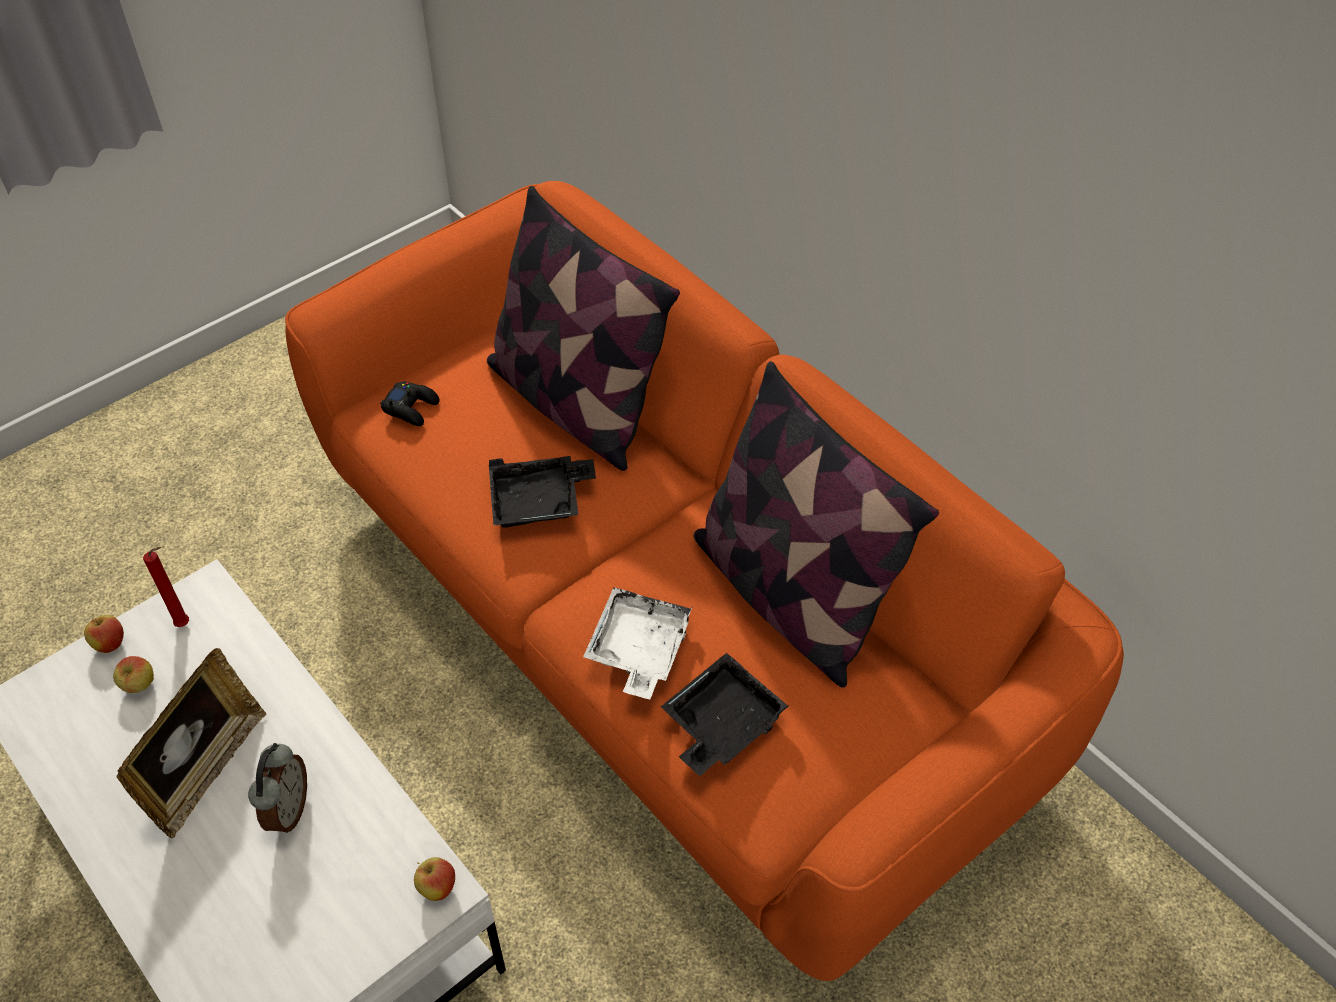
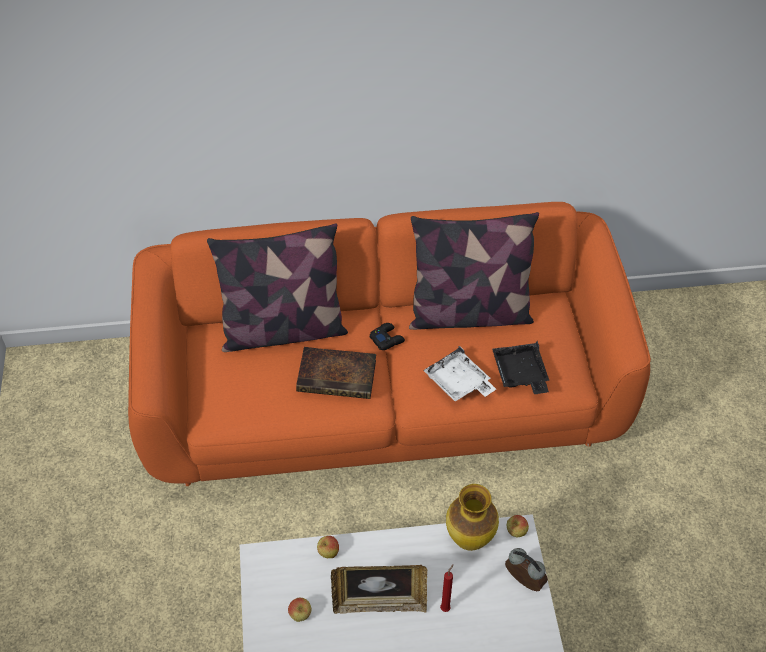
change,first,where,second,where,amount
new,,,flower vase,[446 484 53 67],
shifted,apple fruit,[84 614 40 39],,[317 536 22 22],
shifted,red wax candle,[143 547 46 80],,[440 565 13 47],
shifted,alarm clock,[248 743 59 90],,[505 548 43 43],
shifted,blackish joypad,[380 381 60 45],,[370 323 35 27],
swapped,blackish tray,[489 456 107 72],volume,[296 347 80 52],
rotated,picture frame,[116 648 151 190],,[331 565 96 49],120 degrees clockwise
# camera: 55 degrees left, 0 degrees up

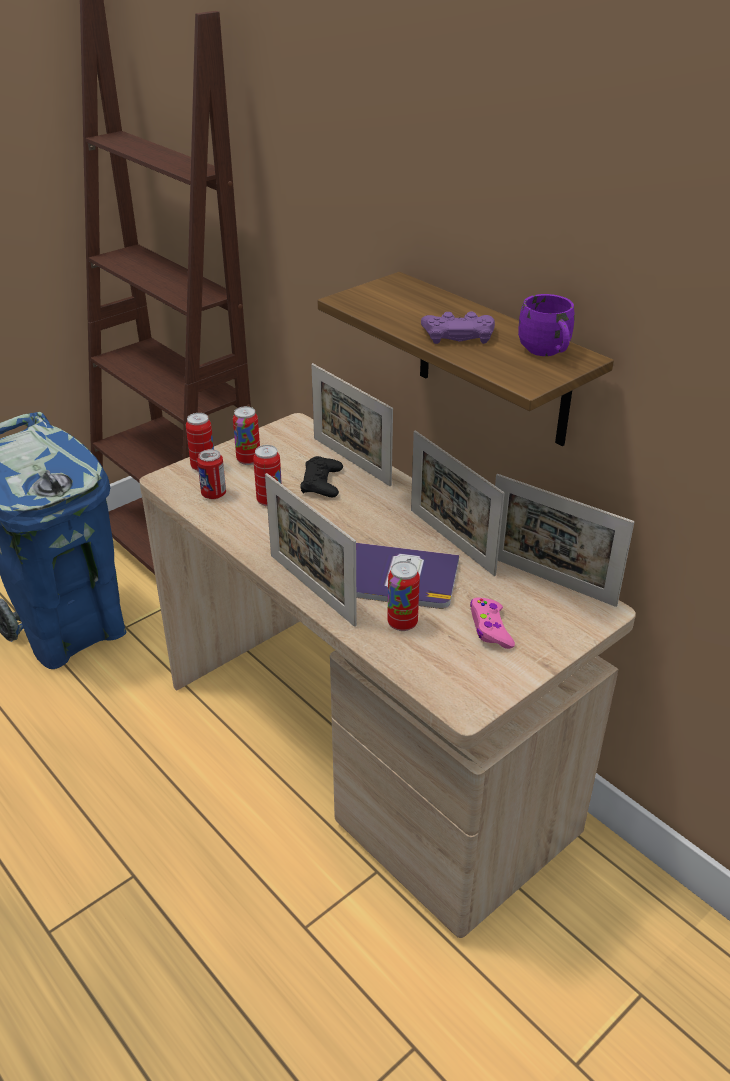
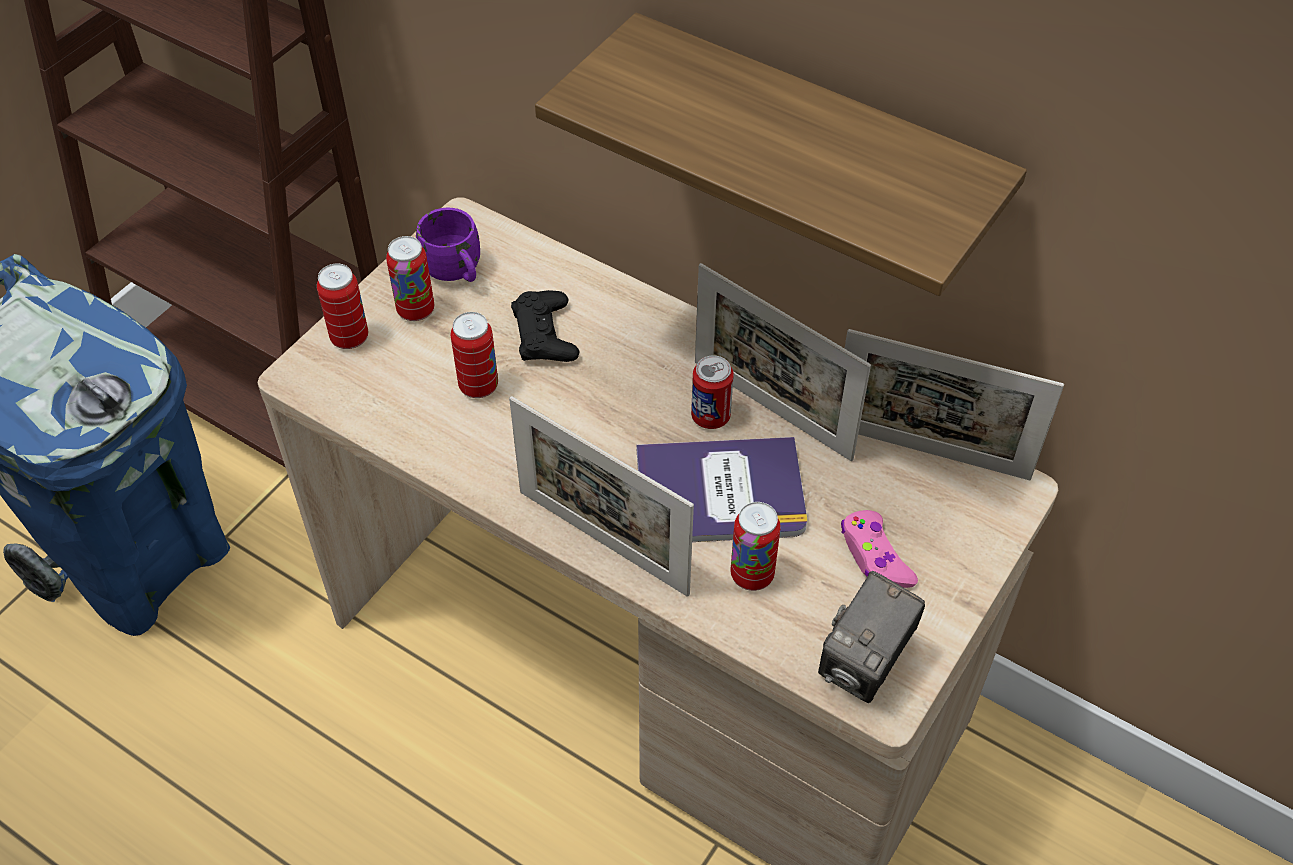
change,first,where,second,where,amount
gone,picture frame,[311 363 82 123],,,
gone,purple-coloured joypad,[421 312 74 32],,,
new,,,photo camera,[818 571 107 132],
shifted,metal can,[197 449 29 50],,[691 355 43 74],
shifted,purple-coloured coffee mug,[518 294 57 62],,[416 208 64 74],
# camera: 15 degrees left, 15 degrees up

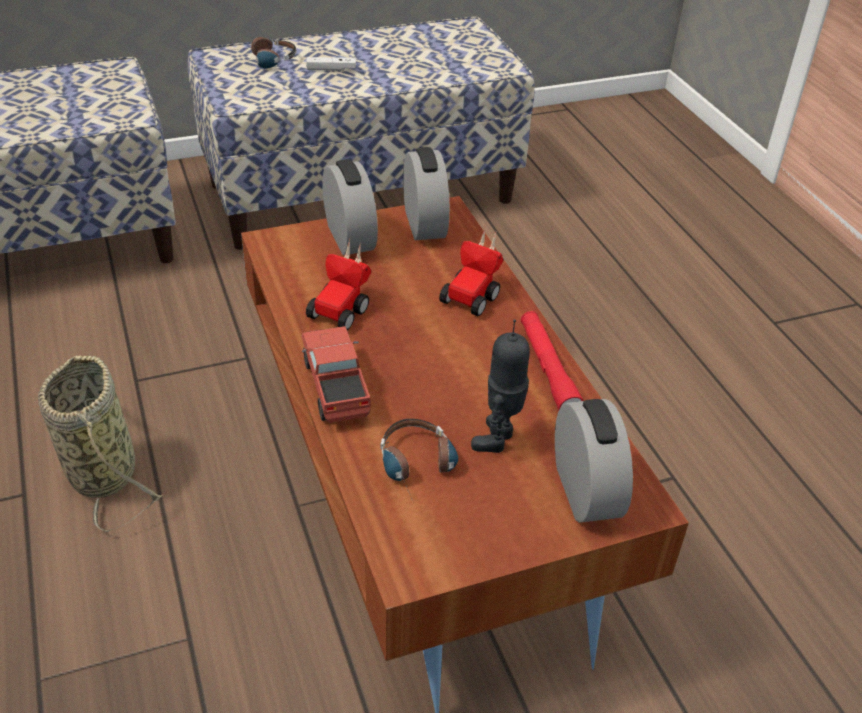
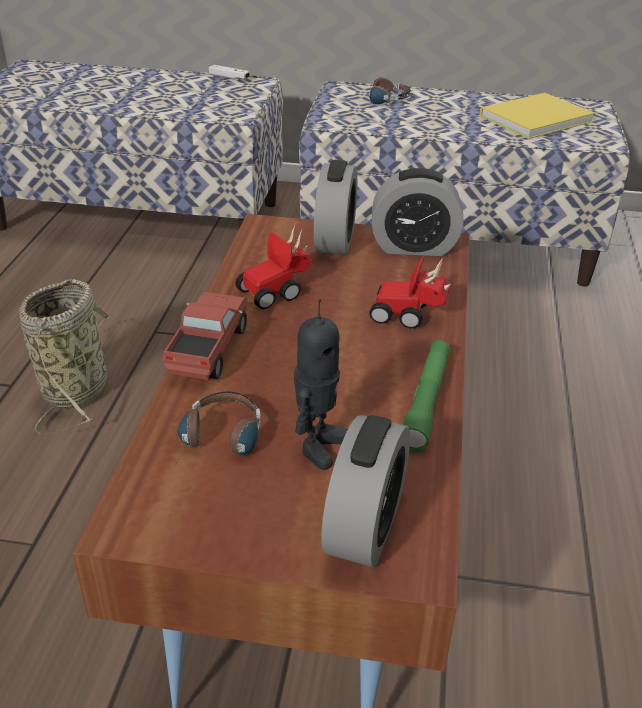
change,first,where,second,where,amount
new,,,yellow volume,[480 93 115 46],
shifted,white joypad,[306 57 50 14],,[209 65 41 15],
repainted,red torch,[521 311 63 99],green torch,[402 340 48 112],
rotated,alarm clock,[403 147 47 93],,[372 168 91 88],75 degrees clockwise
rotated,model car,[439 227 64 89],,[369 256 82 72],45 degrees clockwise
rotated,toy robot,[471 319 59 134],,[294 299 53 171],150 degrees clockwise
# camera: 30 degrees right, 5 degrees down

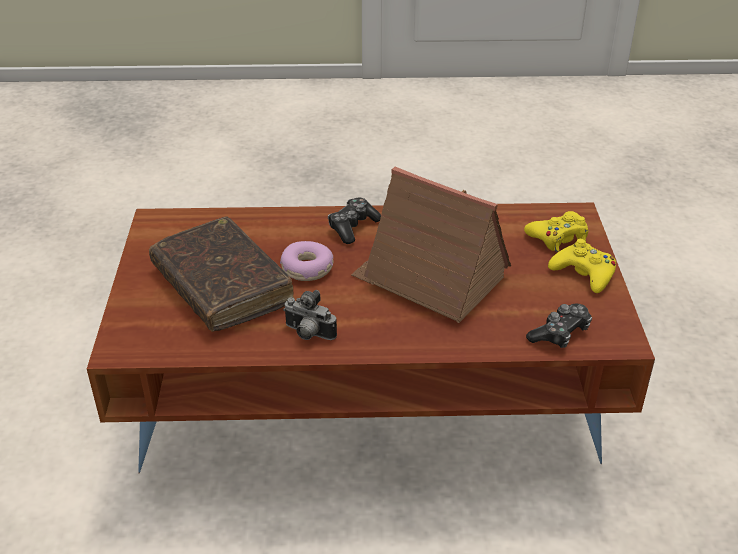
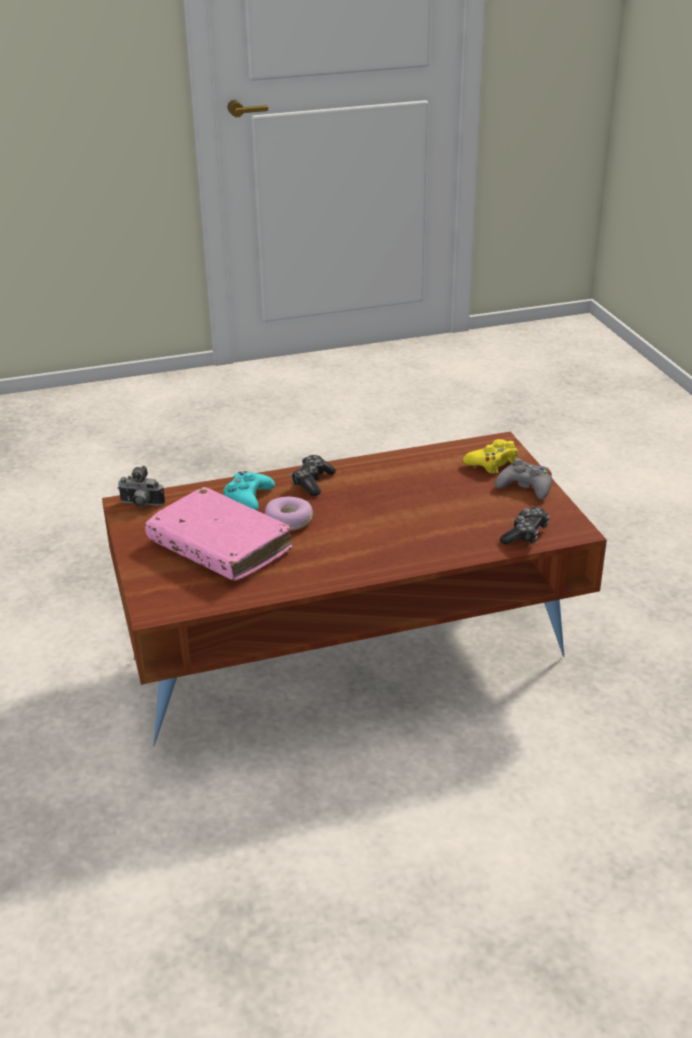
change,first,where,second,where,amount
gone,miniature house,[351 167 160 156],,,
new,,,turquoise joypad,[223 471 52 40],
shifted,photo camera,[283 290 54 50],,[118 466 47 41],
repainted,brown-coloured volume,[149 217 145 115],pink-coloured volume,[145 487 147 94],
repainted,yellow joypad,[548 239 68 54],grey joypad,[495 458 57 42],
# camera: 15 degrees left, 5 degrees down

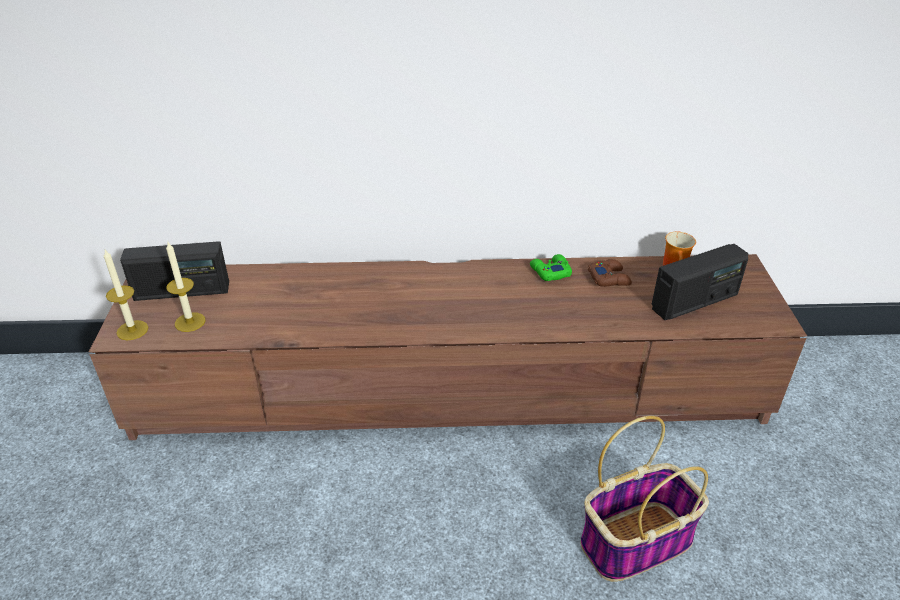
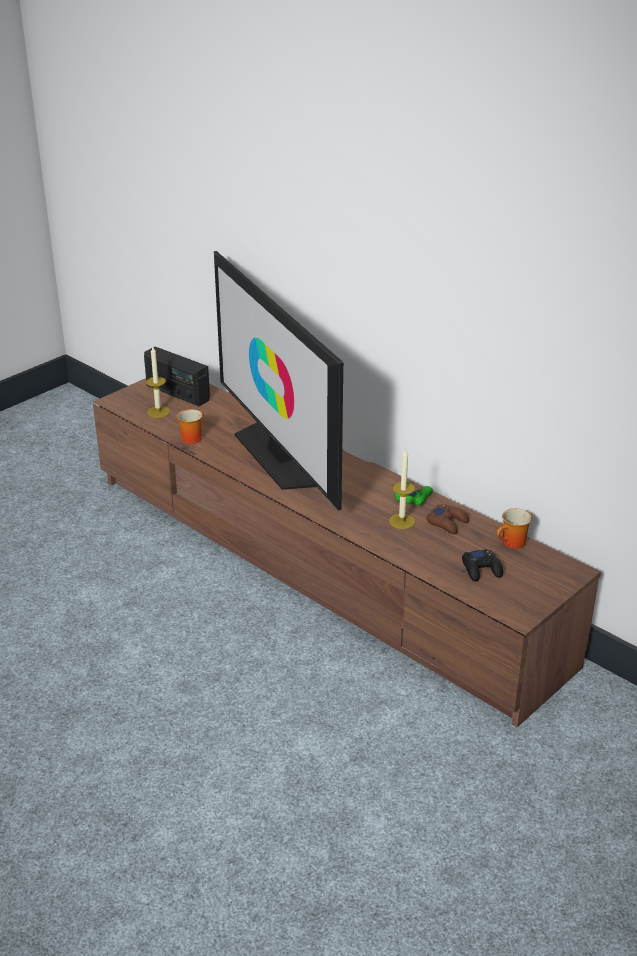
change,first,where,second,where,amount
gone,storage basket,[580 416 129 166],,,
new,,,coffee mug,[177 409 27 35],
new,,,TV,[214 251 129 259],
shifted,wax candle,[104 250 45 90],,[389 449 26 80],
swapped,radio set,[652 244 97 76],blackish joypad,[462 549 41 33],
# camera: 45 degrees right, 5 degrees down

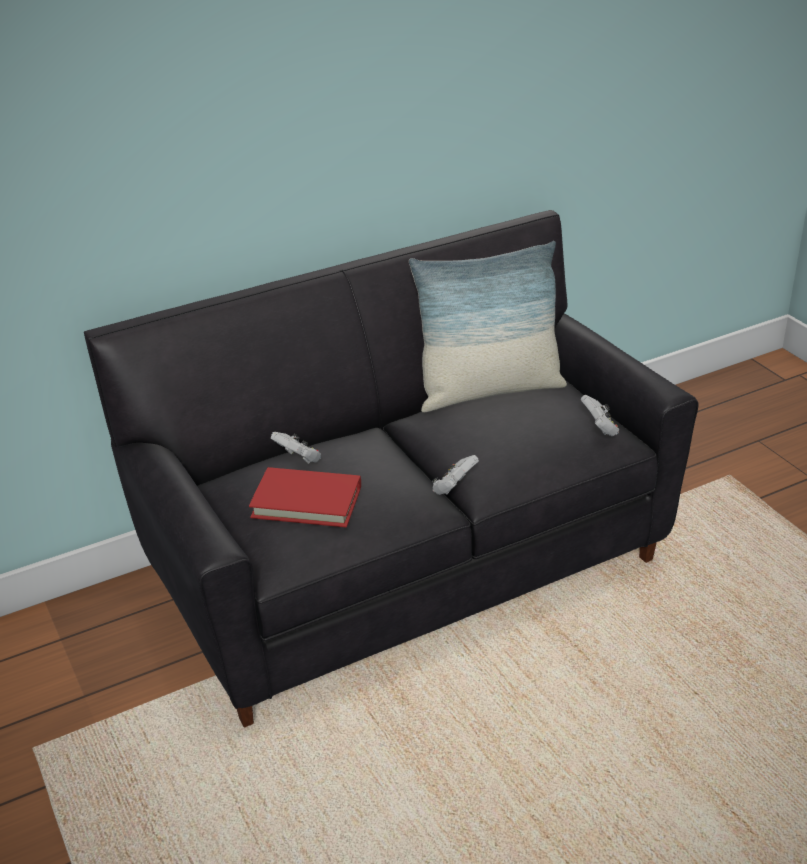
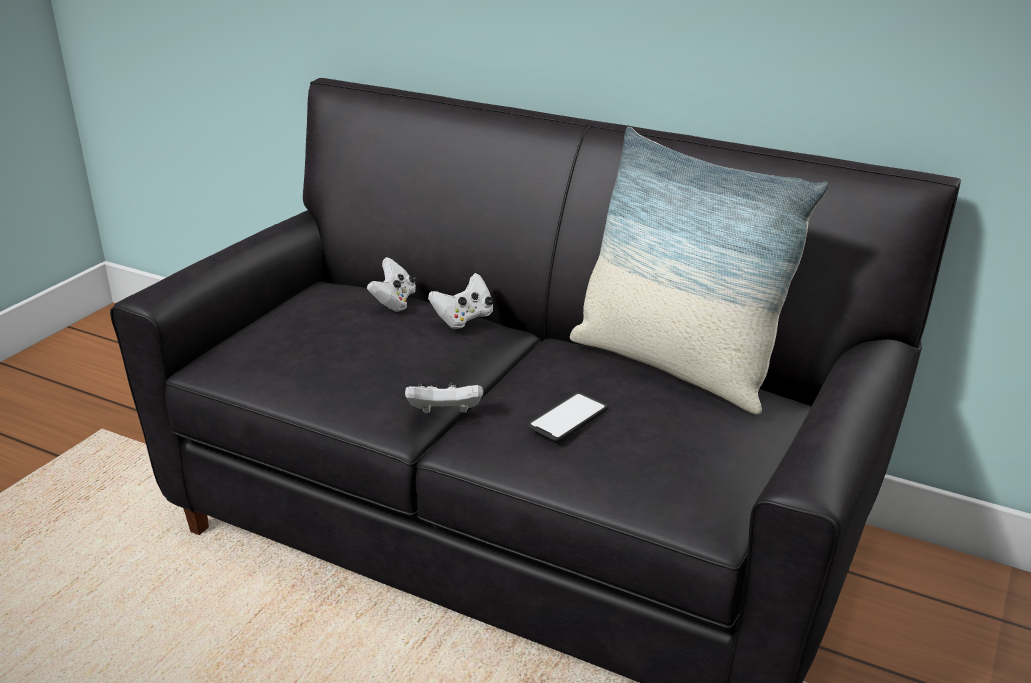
change,first,where,second,where,amount
gone,red volume,[249 467 112 60],,,
new,,,phone,[527 392 81 49],
shifted,white joypad,[581 395 38 41],,[428 273 65 56],
# camera: 55 degrees right, 5 degrees down

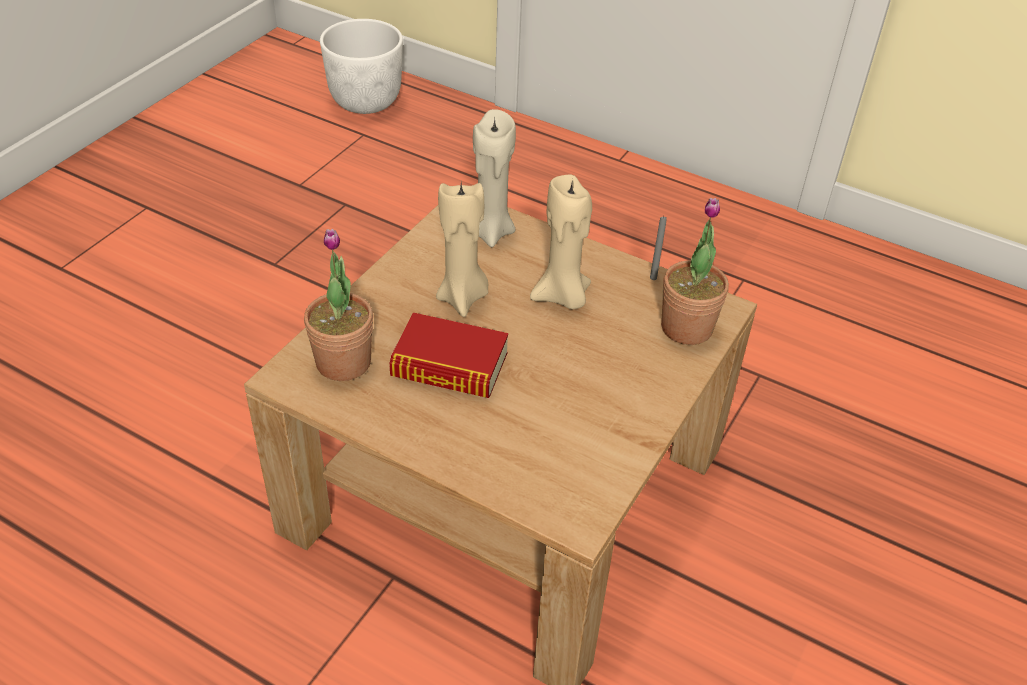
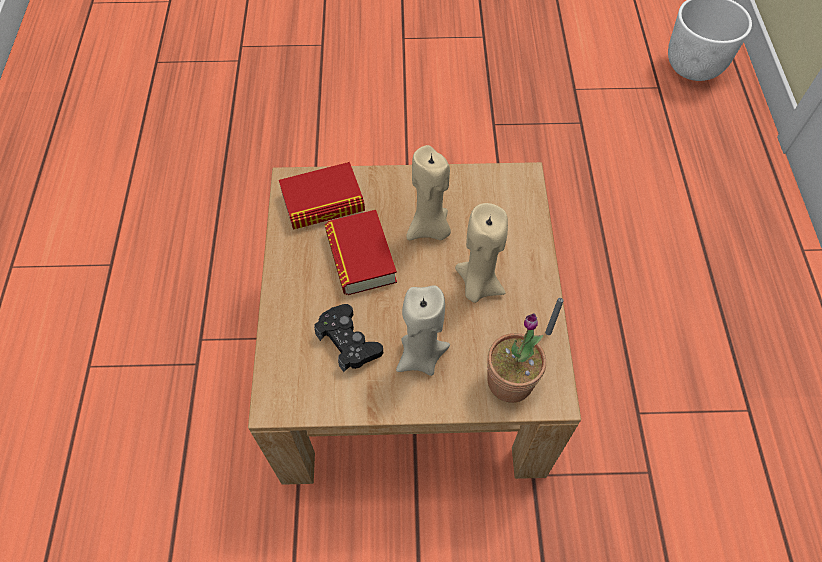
change,first,where,second,where,amount
new,,,blackish joypad,[314 304 69 68],
shifted,sand-coloured wax candle,[473 109 43 138],,[396 285 54 91],
swapped,plant in a pot,[304 229 69 152],volume,[279 162 86 68],
# camera: 60 degrees right, 15 degrees up

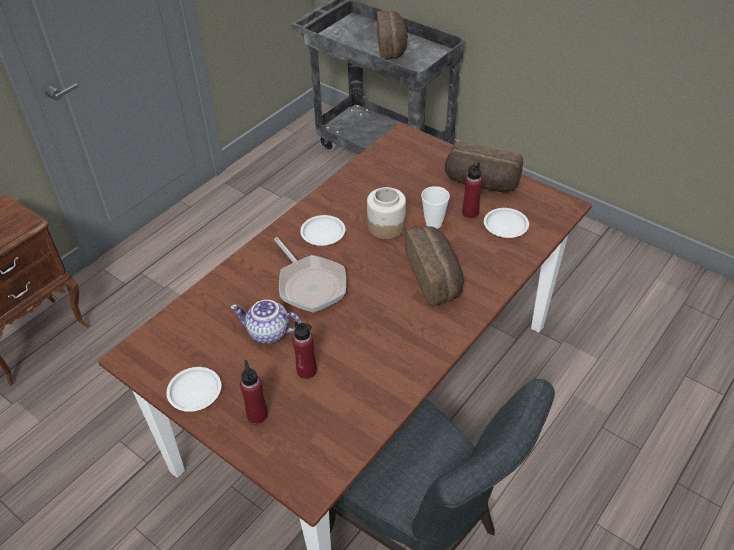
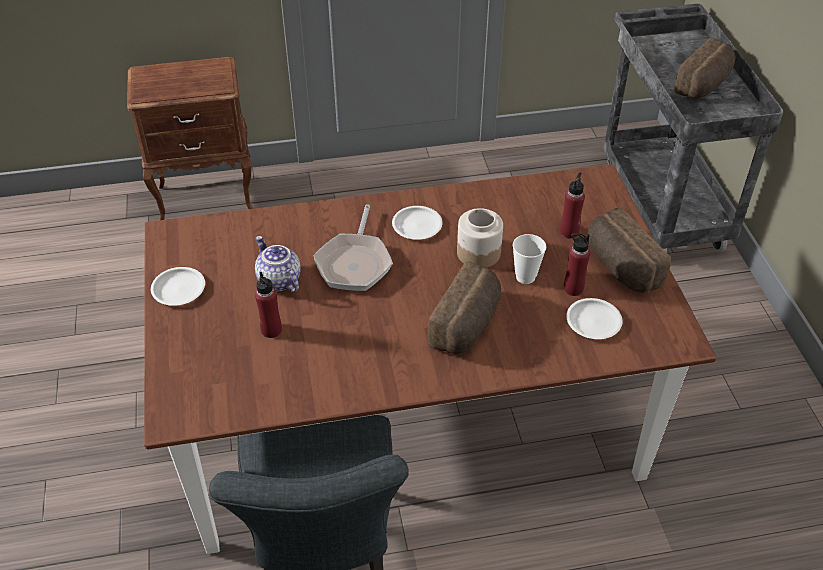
change,first,where,second,where,amount
shifted,red beverage bottle,[240 360 28 64],,[560 173 25 65],
# camera: 40 degrees right, 0 degrees up

